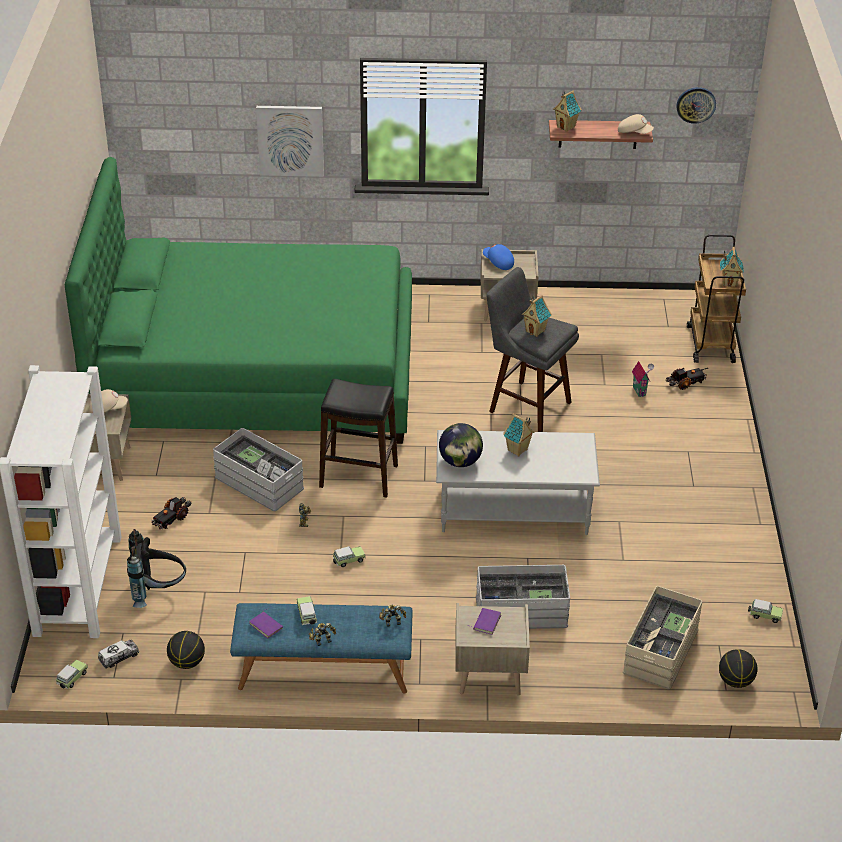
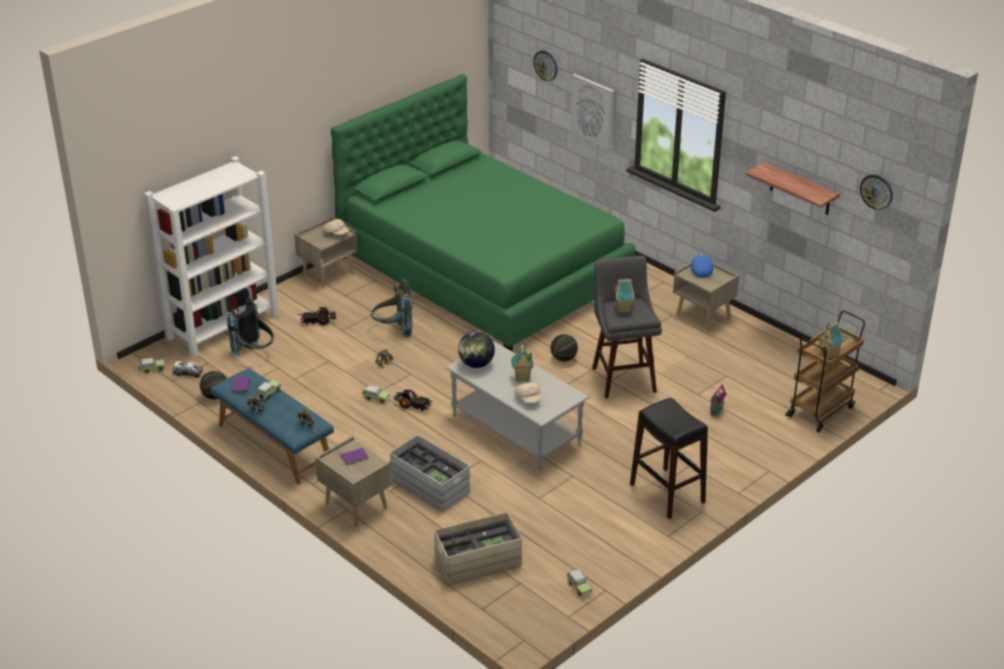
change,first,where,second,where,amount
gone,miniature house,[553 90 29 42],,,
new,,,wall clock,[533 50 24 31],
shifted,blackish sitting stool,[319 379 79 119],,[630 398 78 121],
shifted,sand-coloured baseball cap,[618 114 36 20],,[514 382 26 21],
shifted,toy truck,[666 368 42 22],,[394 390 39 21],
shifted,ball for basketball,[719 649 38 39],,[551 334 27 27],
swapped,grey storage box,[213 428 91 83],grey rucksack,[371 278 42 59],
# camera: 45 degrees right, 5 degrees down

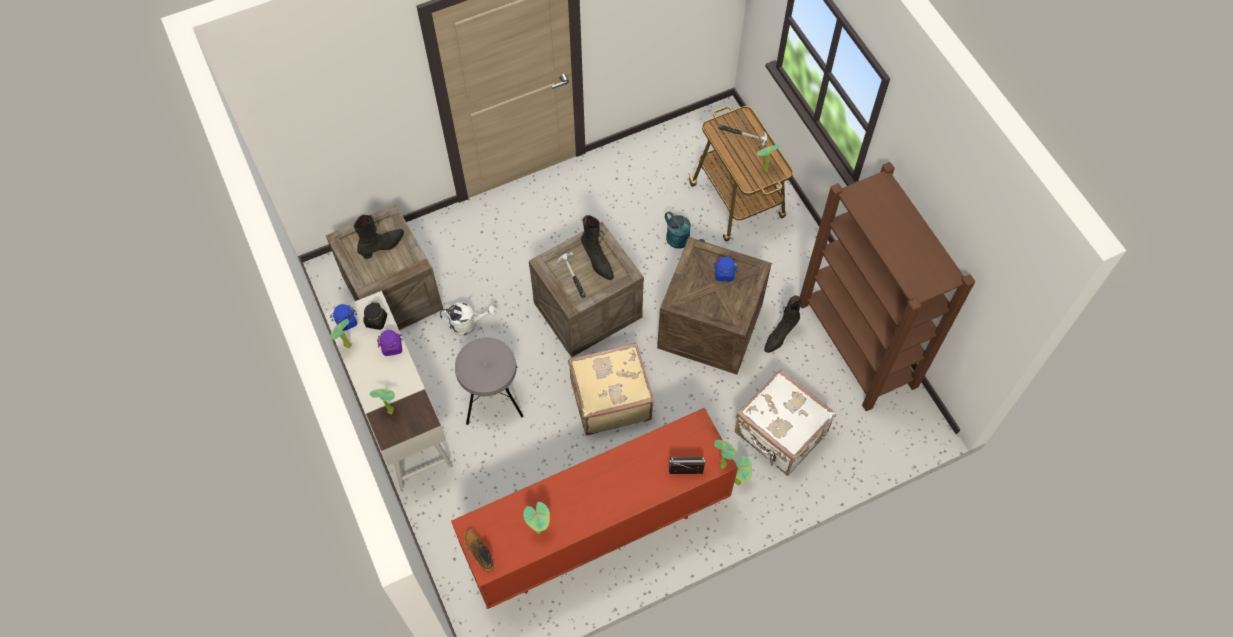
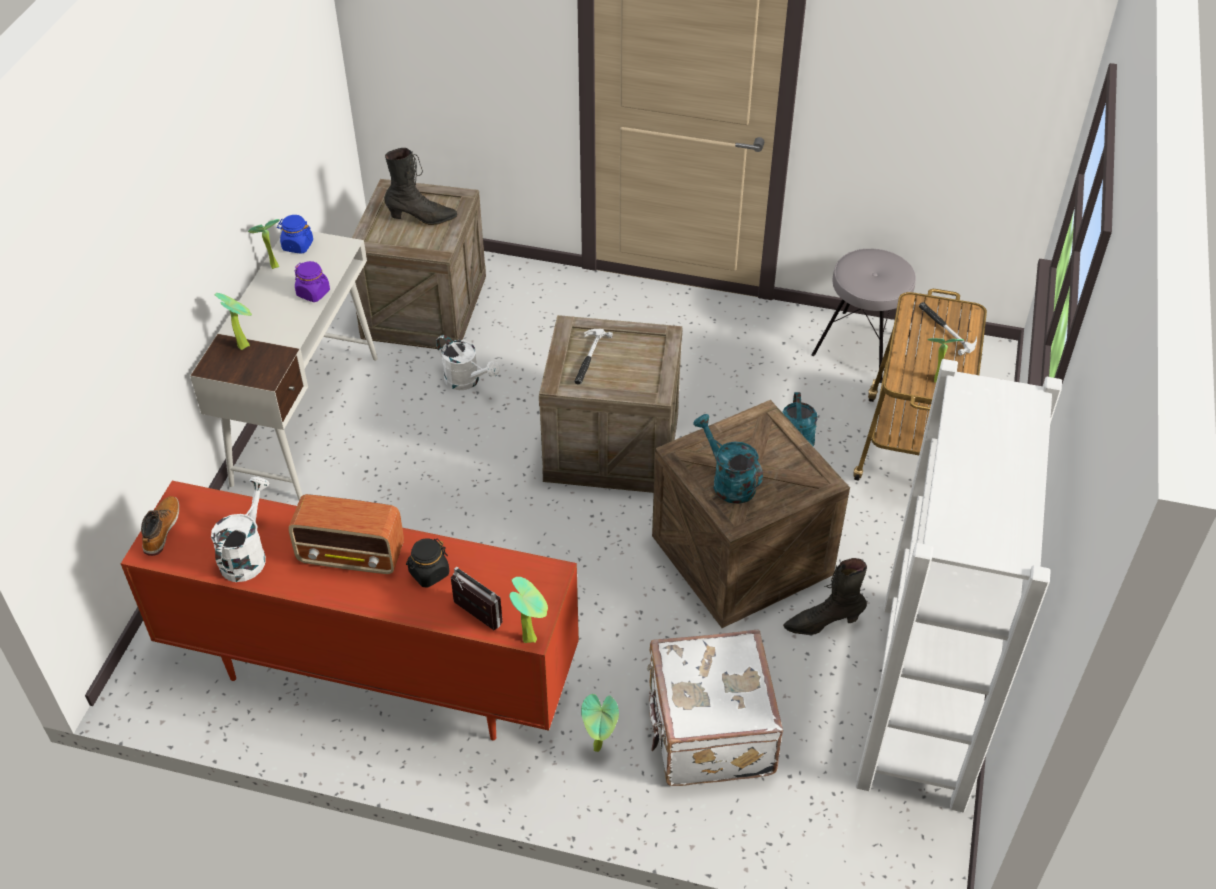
change,first,where,second,where,amount
gone,sand-coloured travel case,[568 343 86 92],,,
gone,blackish boot,[581 215 33 65],,,
gone,blue-coloured jar,[713 257 24 24],,,
new,,,radio set,[288 494 116 80],
new,,,turquoise sprinkling can,[693 414 70 90],
shifted,blackish jar,[363 301 24 29],,[406 538 43 50],
shifted,grey sitting stool,[455 337 69 88],,[811 249 105 134],
swapped,plant in a pot,[523 502 27 32],white sprinkling can,[211 477 58 105],
repainted,brown-coloured bookcase,[800 162 175 249],white bookcase,[856 359 206 453],
# camera: 40 degrees right, 15 degrees down

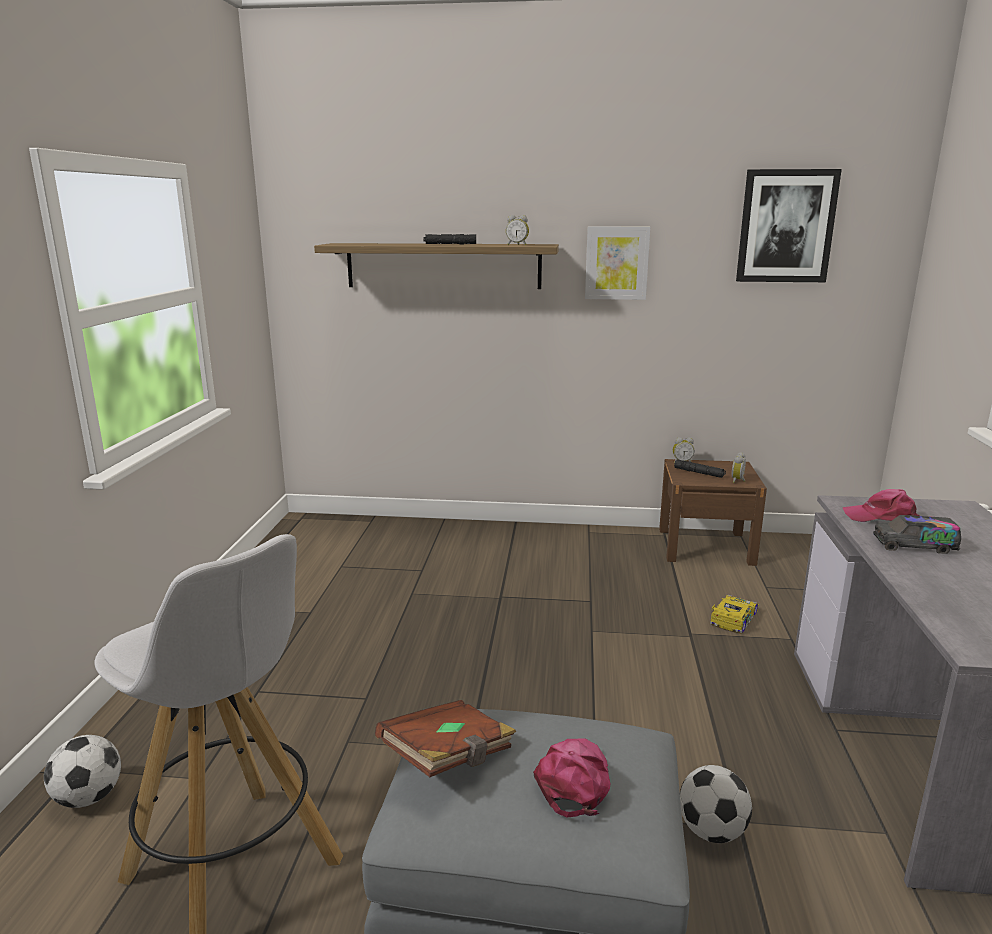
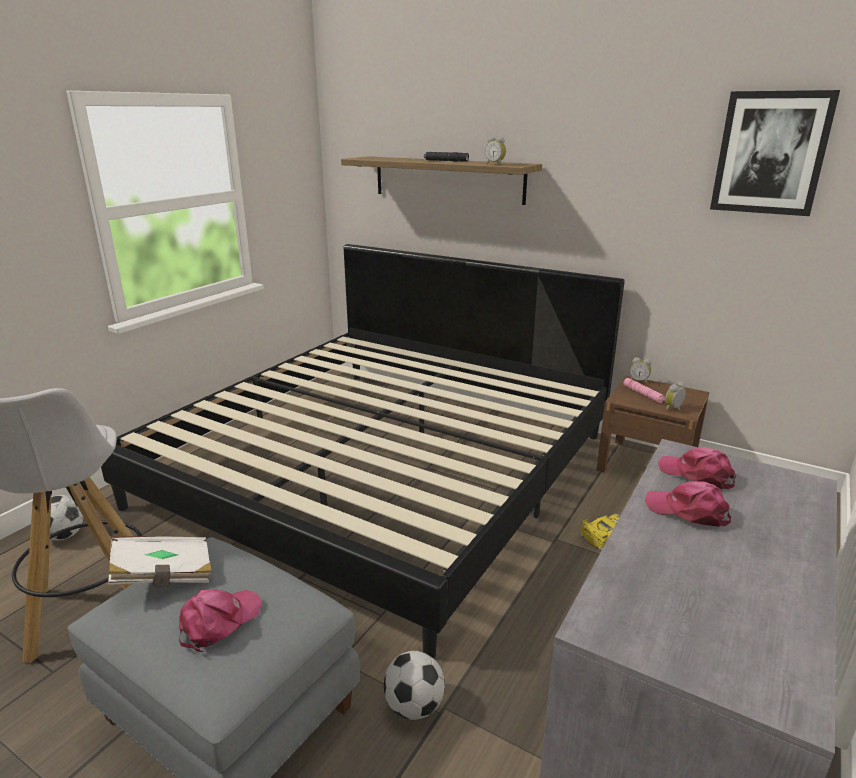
change,first,where,second,where,amount
gone,wall art,[585 226 65 74],,,
new,,,bedroom bed,[101 244 524 414],
swapped,toy truck,[873 515 88 39],pink-coloured baseball cap,[645 481 86 46],
repainted,brown-coloured volume,[375 700 141 77],white volume,[108 536 104 52],
repainted,blackish torch,[674 459 52 19],pink-coloured torch,[624 378 41 25],
# camera: 25 degrees right, 5 degrees up

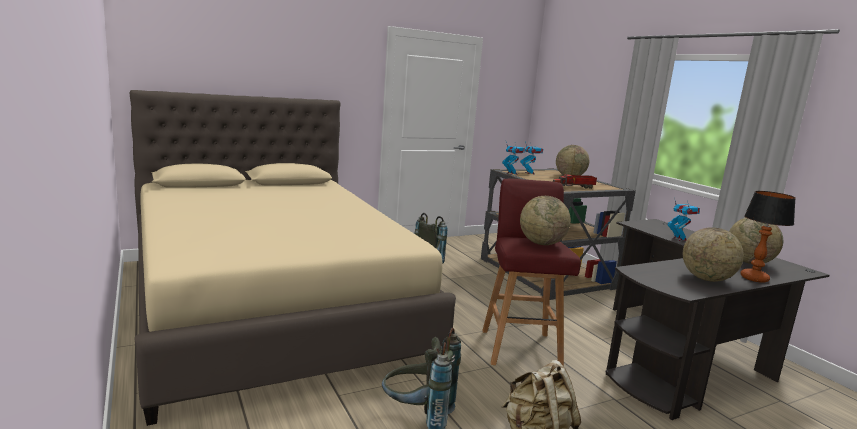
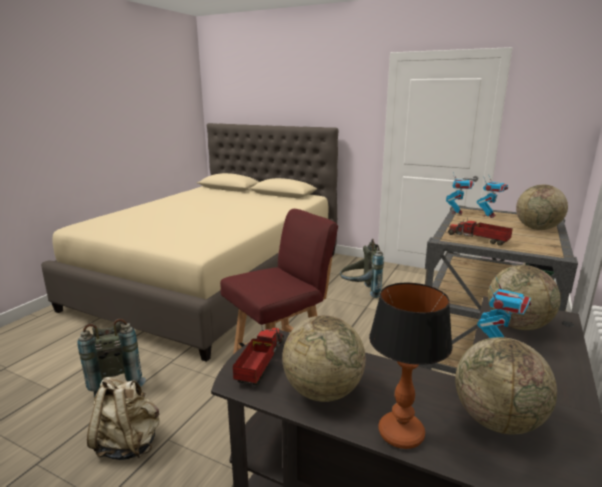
change,first,where,second,where,amount
new,,,toy truck,[233 328 51 58],
shifted,world globe,[520 196 51 49],,[488 265 73 65],
# camera: 55 degrees right, 5 degrees up

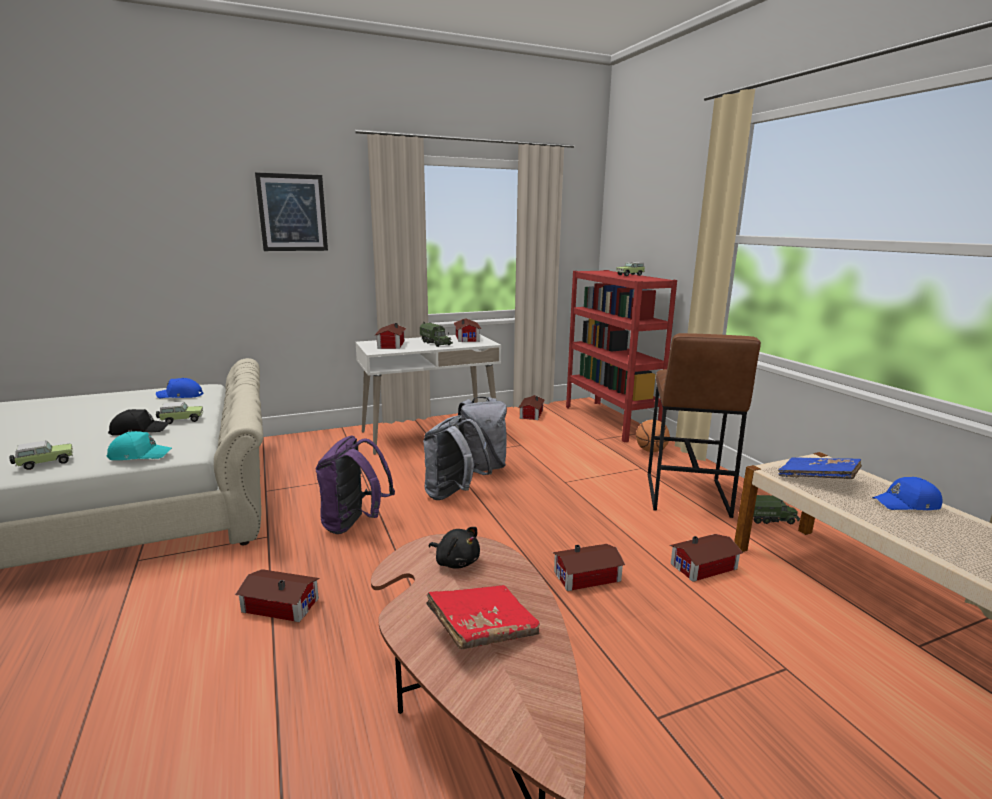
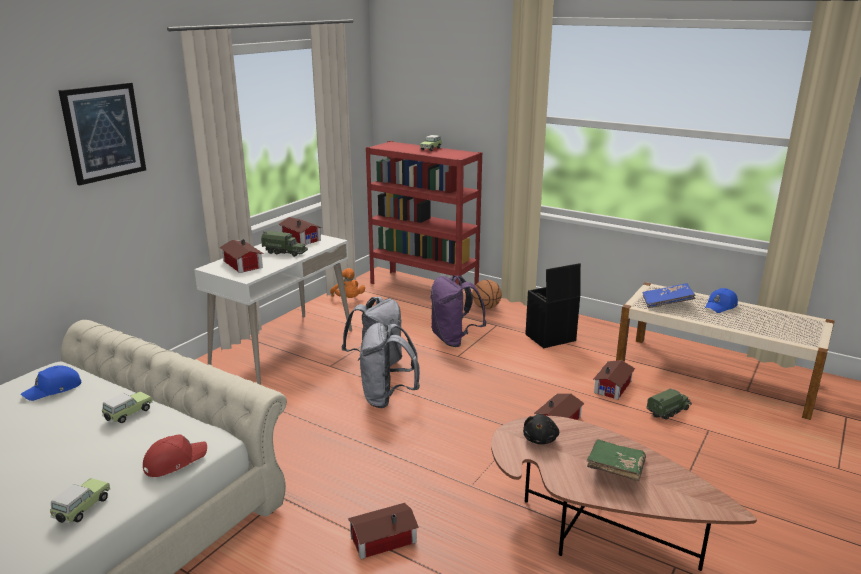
change,first,where,second,where,amount
gone,blackish baseball cap,[108 409 61 27],,,
shifted,purple-coloured rucksack,[316 436 79 98],,[430 275 57 72],
shifted,toy truck,[753 495 47 30],,[647 389 45 31],
swapped,miniature house,[518 395 27 25],orangey soft toy,[330 268 35 30],
swapped,brown-coloured sitting stool,[648 333 113 185],blackish storage box,[525 263 56 85],
repainted,turquoise baseball cap,[107 431 65 29],red baseball cap,[143 434 64 43],
repainted,red volume,[426 585 114 64],green volume,[587 439 59 42],
rotated,blackish soft toy,[428 527 52 42],,[523 414 36 30],105 degrees clockwise
# camera: 35 degrees left, 5 degrees up

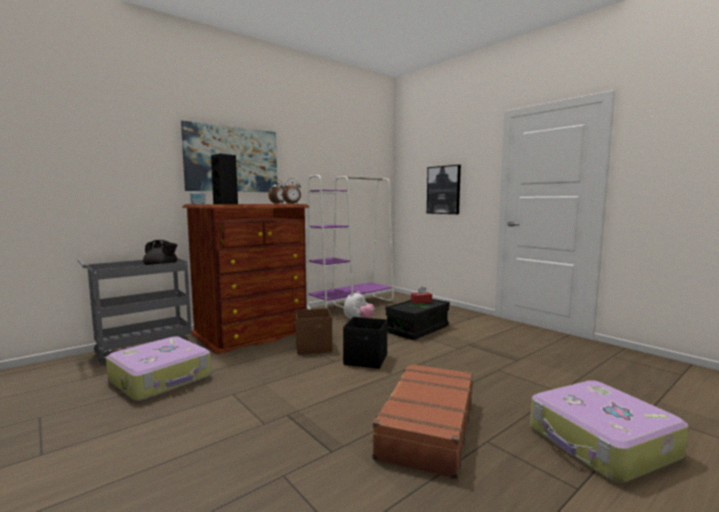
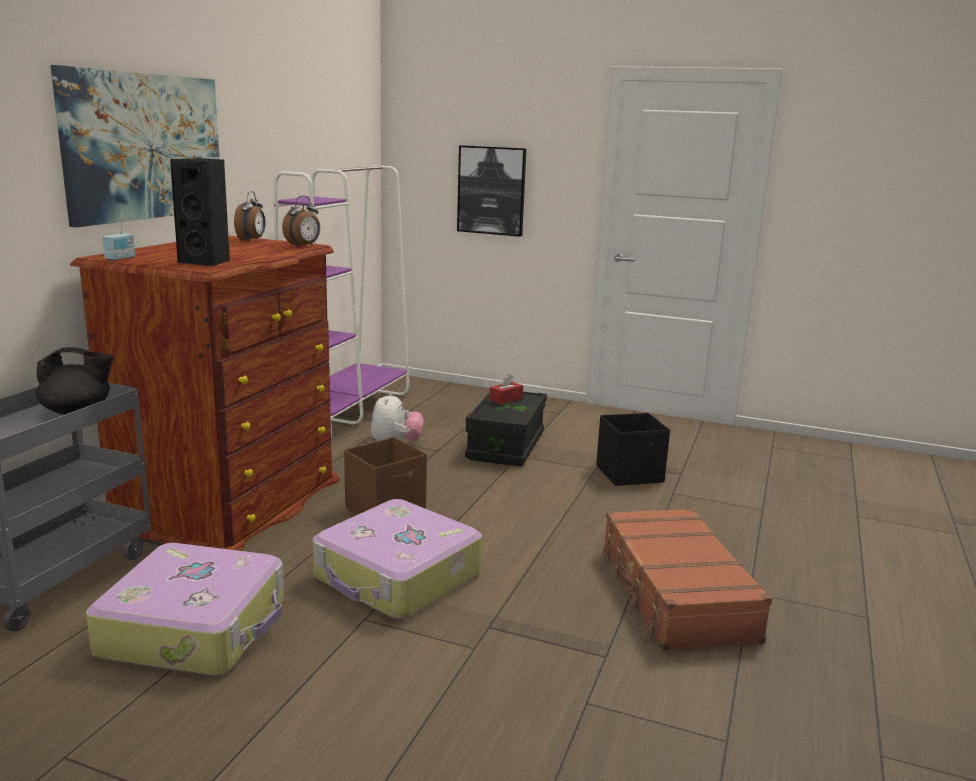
change,first,where,second,where,amount
shifted,blackish storage box,[343 317 44 52],,[596 413 74 73],
shifted,travel case,[530 380 159 103],,[312 499 170 120],
# camera: 30 degrees left, 10 degrees up

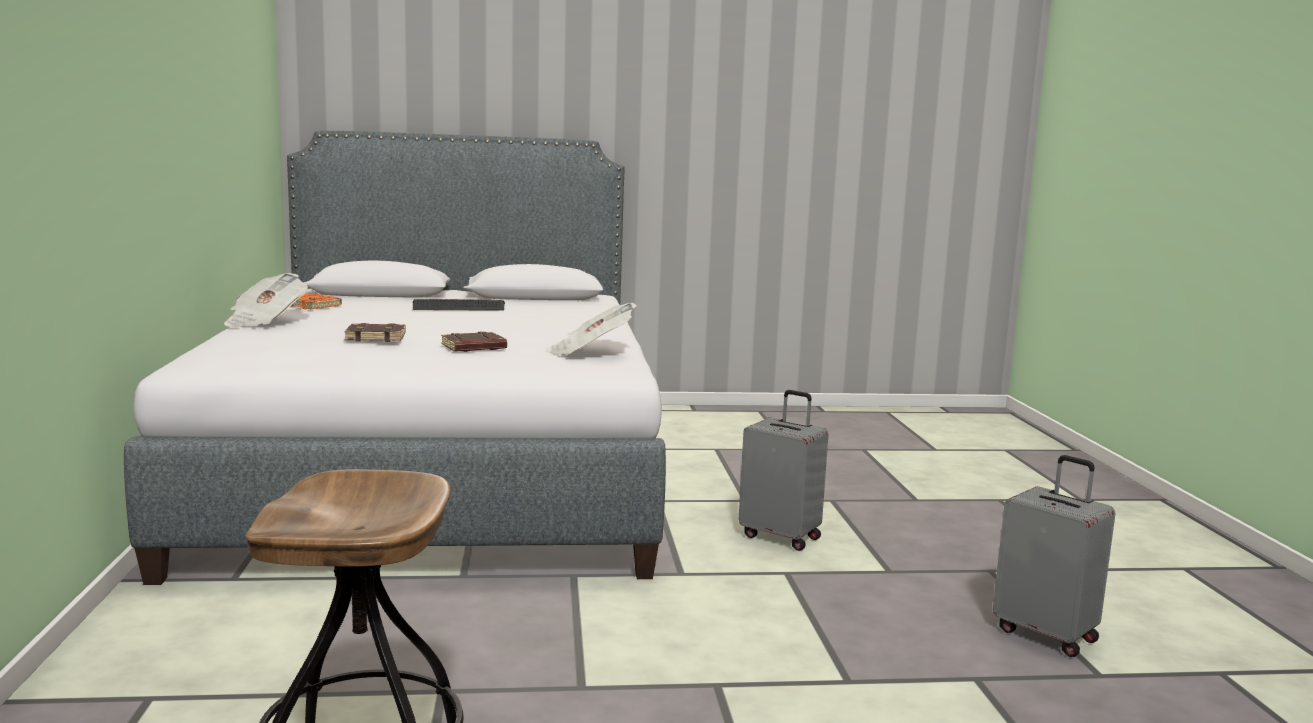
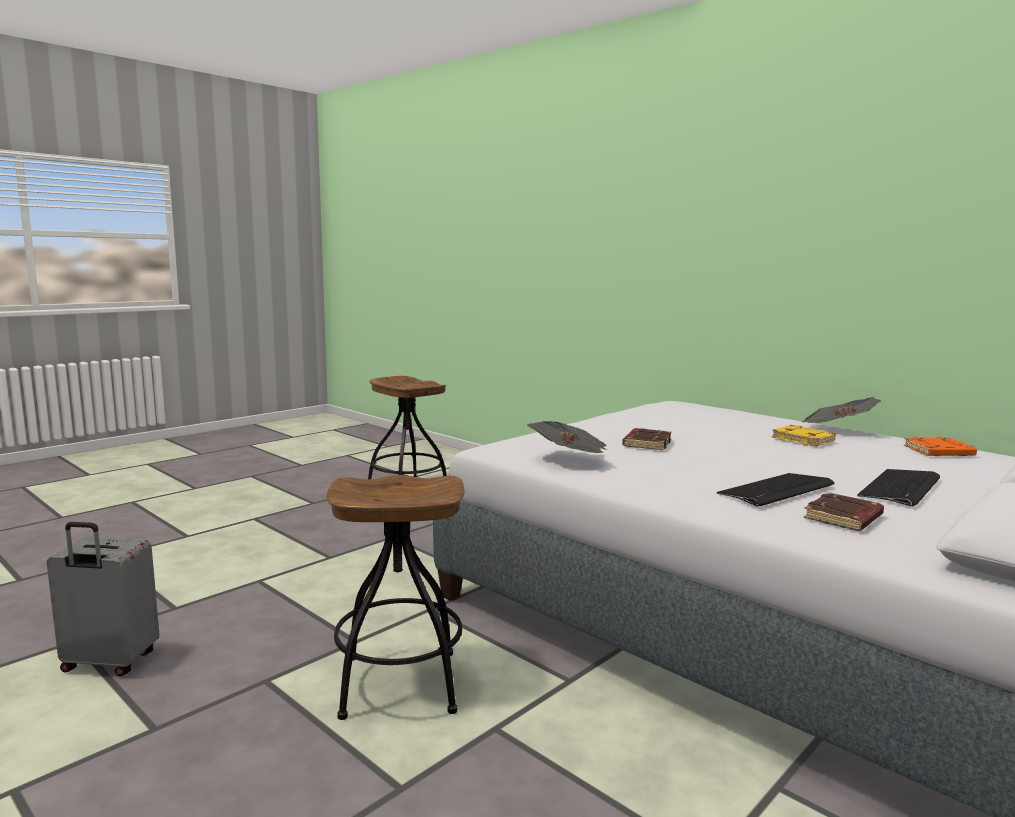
change,first,where,second,where,amount
new,,,PC keyboard,[716 473 119 34],
new,,,yellow volume,[772 425 64 22],
shifted,brown-coloured volume,[344 323 62 19],,[804 492 80 39],
swapped,grey travel case,[739 390 90 161],brown-coloured sitting stool,[326 475 139 245],
# camera: 140 degrees right, 0 degrees up

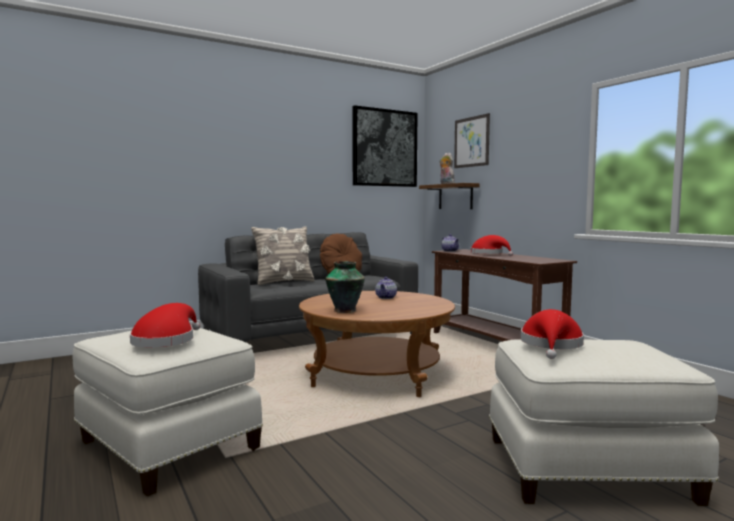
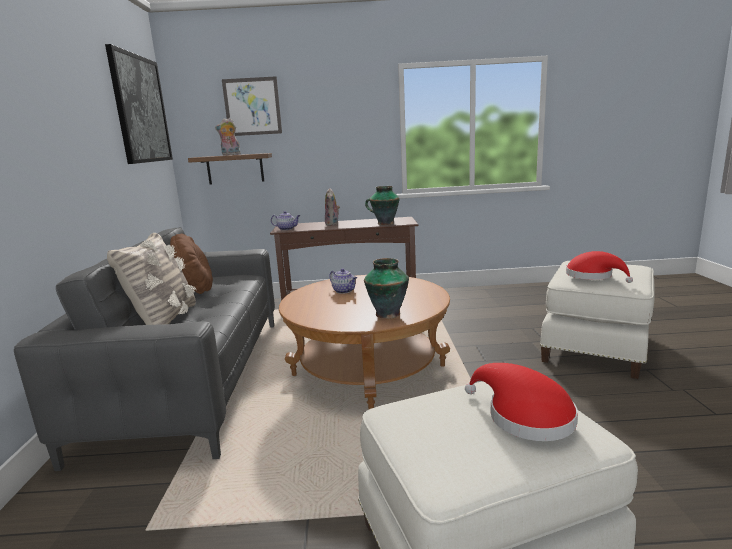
change,first,where,second,where,amount
new,,,flower vase,[365 186 35 39],
swapped,red wearable hat,[471 235 42 21],soft toy,[325 188 15 38],
# camera: 60 degrees left, 10 degrees up

